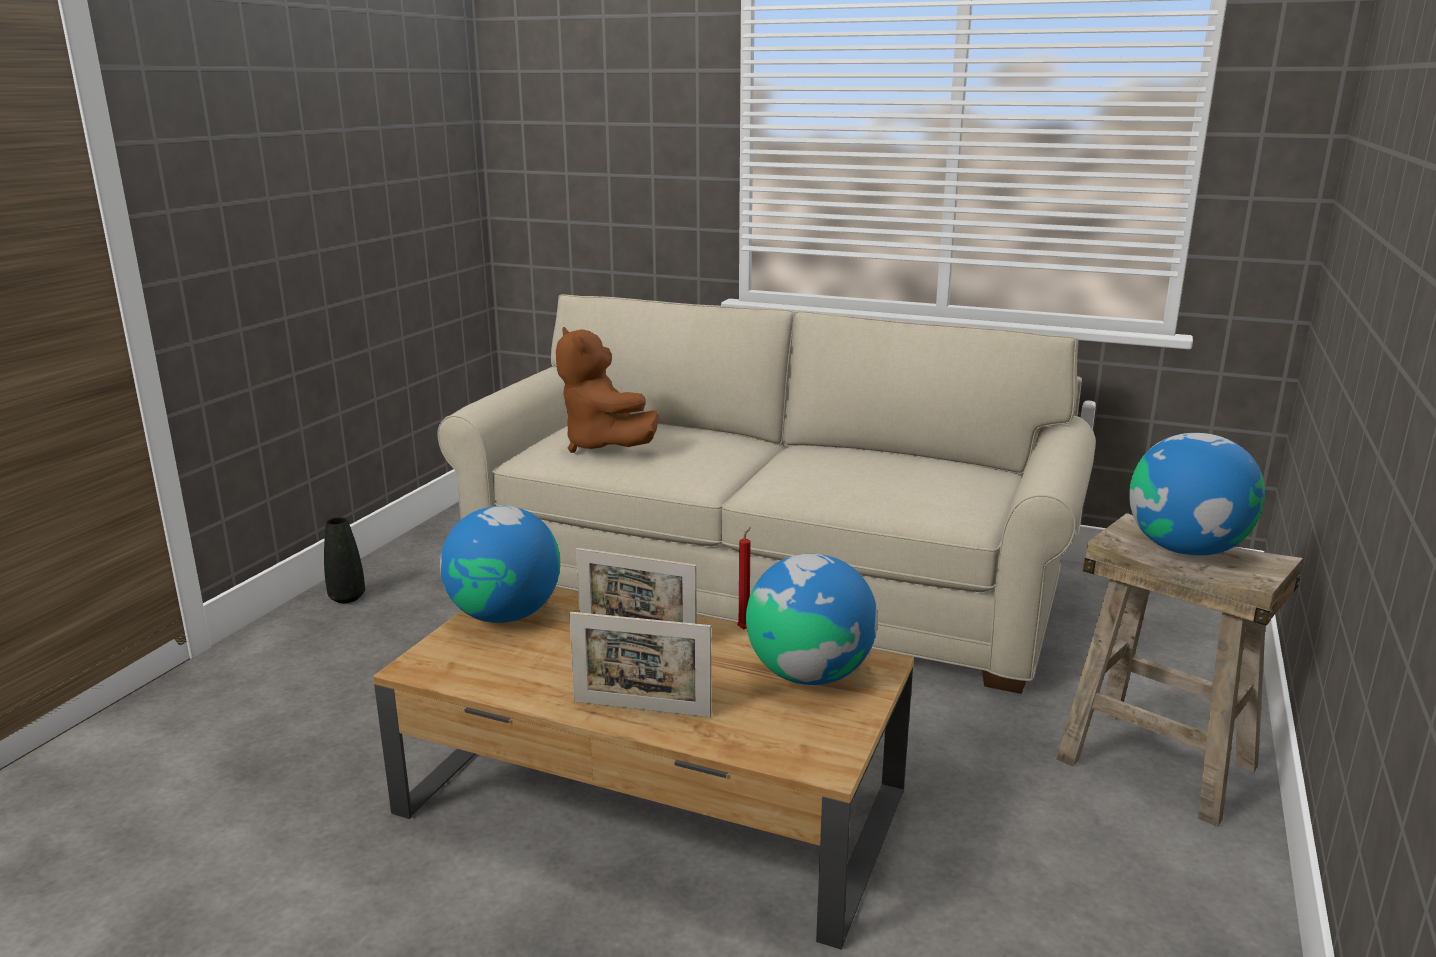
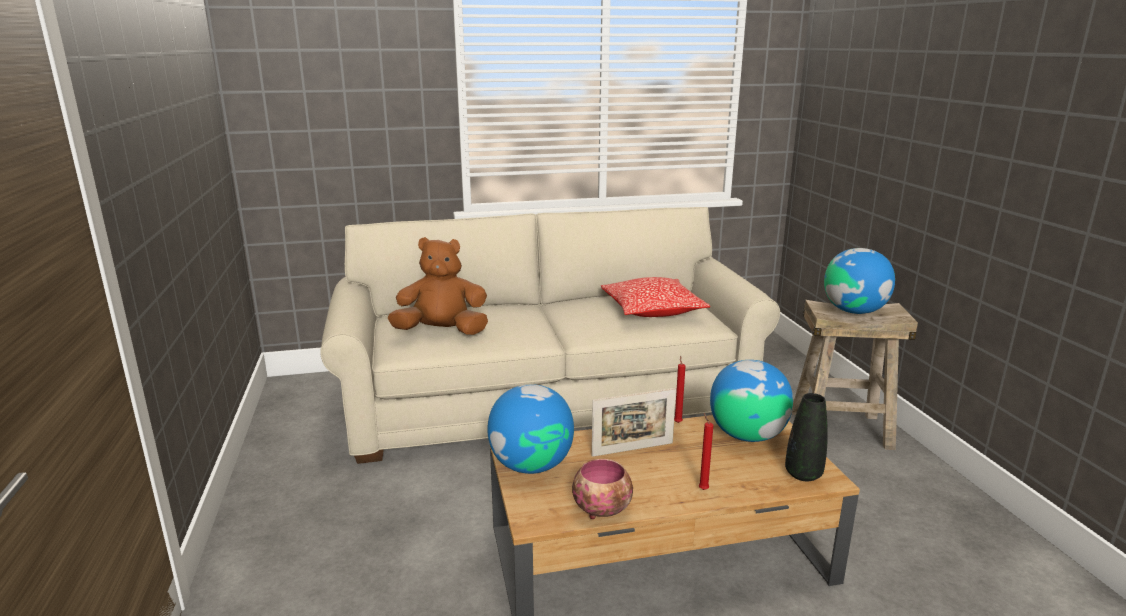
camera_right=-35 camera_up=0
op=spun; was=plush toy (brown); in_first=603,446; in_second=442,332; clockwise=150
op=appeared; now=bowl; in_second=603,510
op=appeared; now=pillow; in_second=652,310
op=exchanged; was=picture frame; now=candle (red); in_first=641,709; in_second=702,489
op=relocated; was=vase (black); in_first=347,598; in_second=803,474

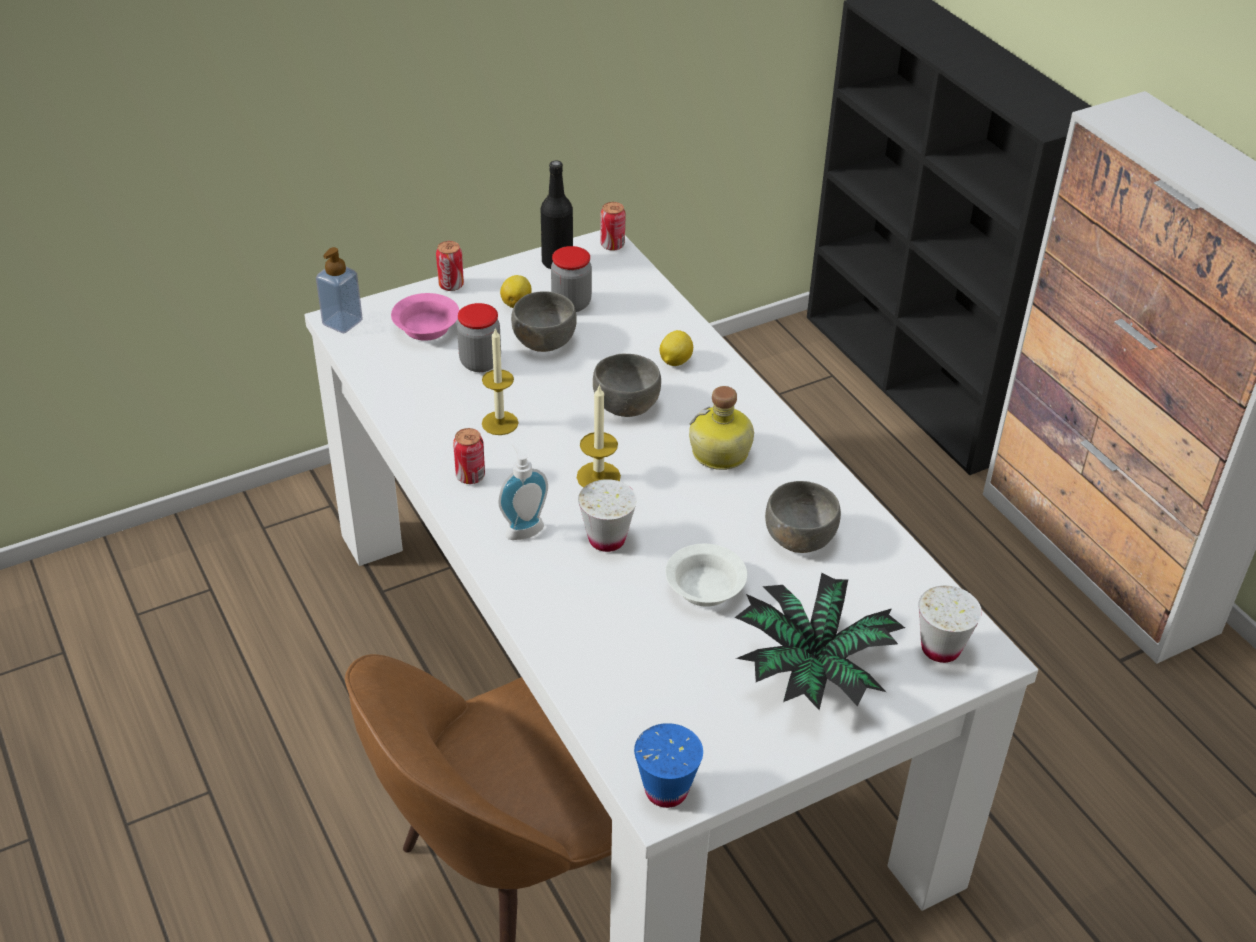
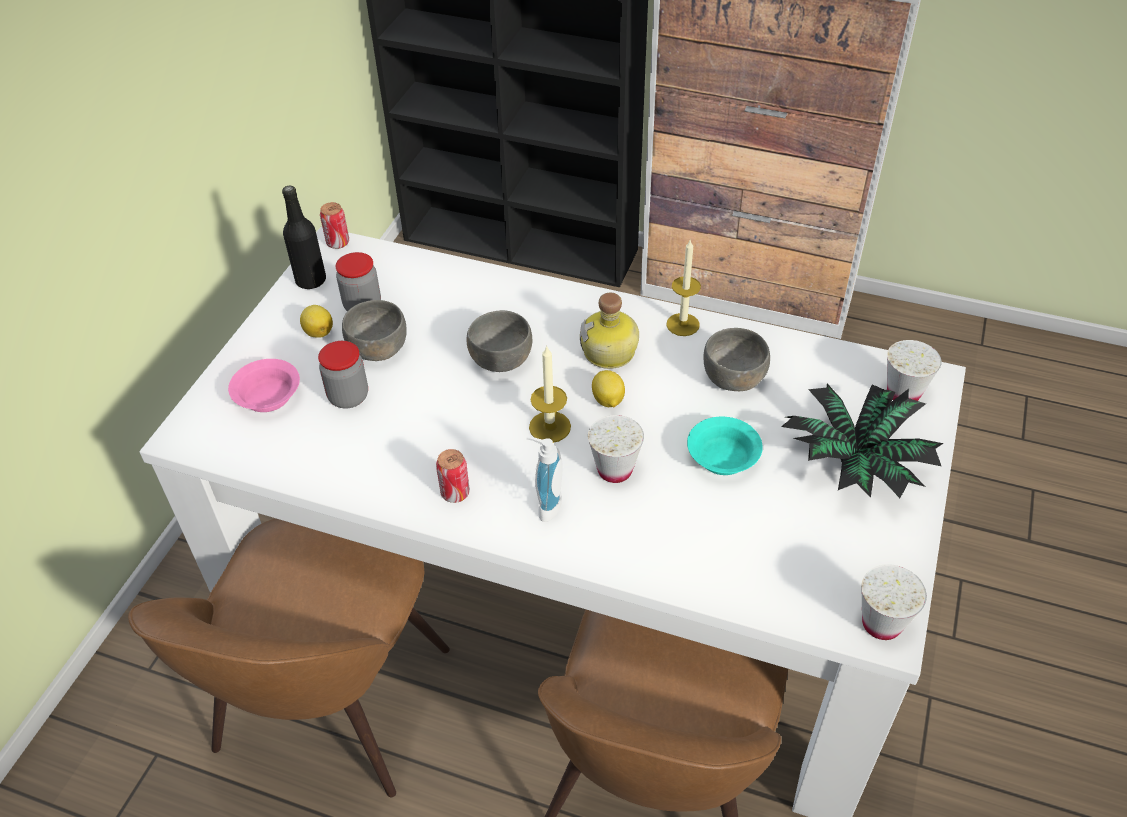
camera_right=-40 camera_up=5
op=appeared; now=chair (brown); in_second=329,708
op=relocated; was=lemon; in_first=674,361; in_second=608,401
op=relocated; was=candle; in_first=500,423; in_second=683,324
op=colour; was=bowl (white); now=bowl (turquoise); in_first=705,587; in_second=722,456
op=colour; was=cup (blue); now=cup (white); in_first=666,790; in_second=881,623
op=missing; was=soap dispenser; in_first=342,322
op=missing; was=can; in_first=451,285

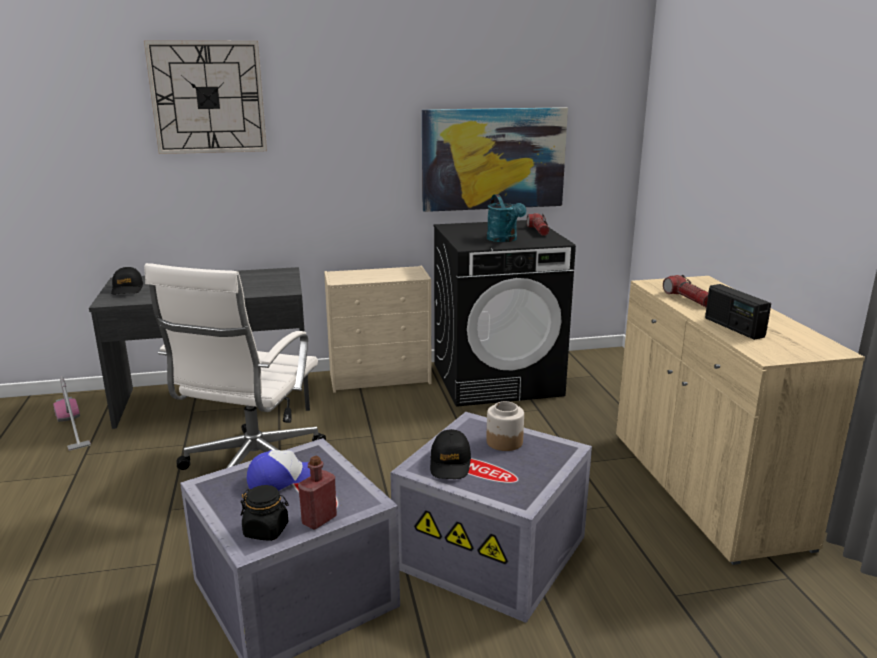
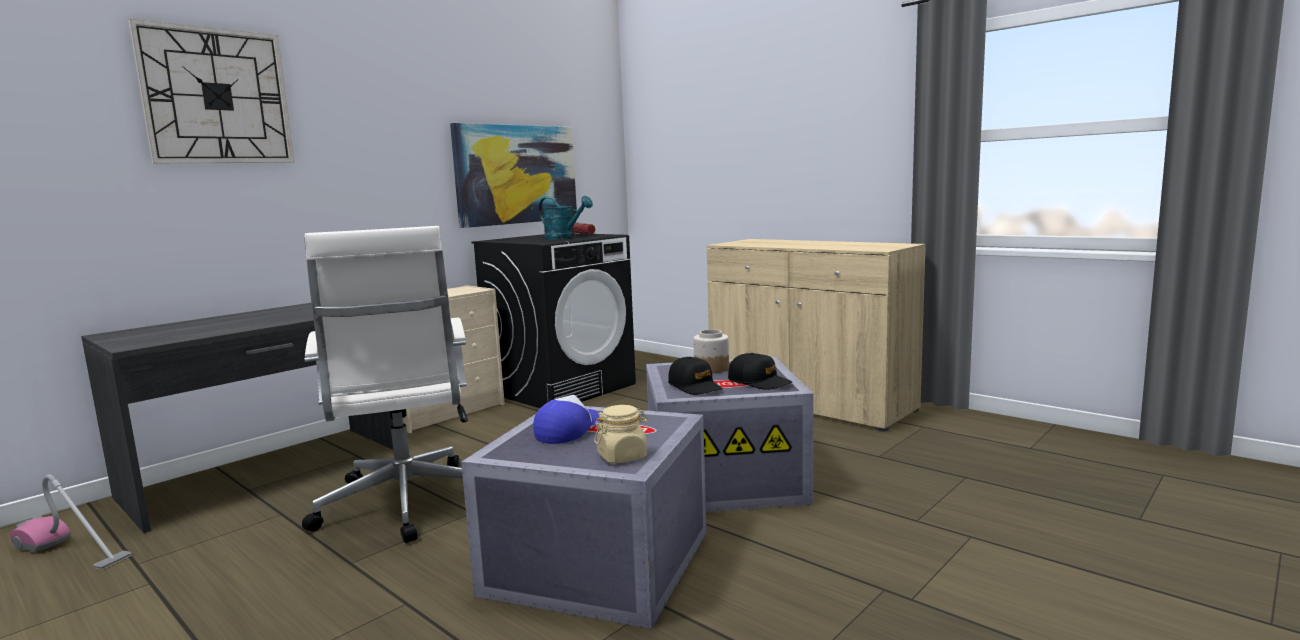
camera_right=-35 camera_up=-10
op=colour; was=jar (black); now=jar (beige); in_first=266,530; in_second=622,456
op=relocated; was=cap (black); in_first=127,289; in_second=759,382
op=missing; was=bottle (red); in_first=319,520
op=missing; was=flashlight; in_first=687,299
op=missing; was=radio; in_first=733,327

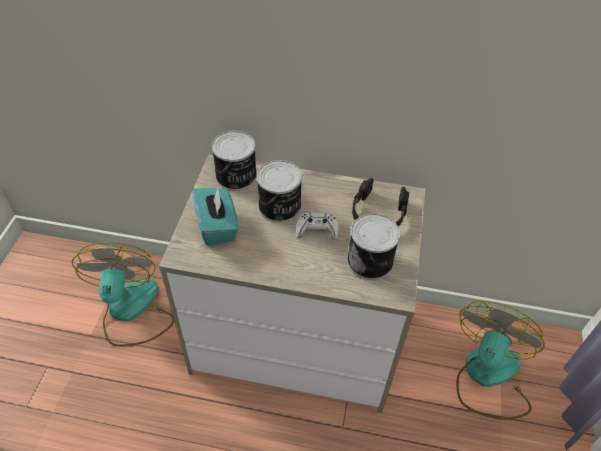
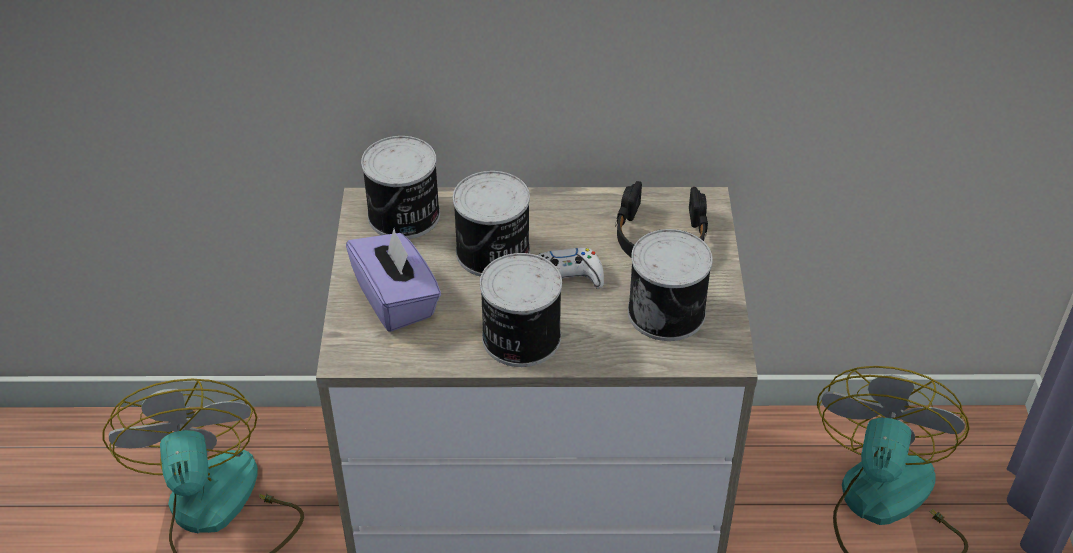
camera_right=-10 camera_up=-5
op=colour; was=tissue box (turquoise); now=tissue box (purple); in_first=217,226; in_second=396,300
op=appeared; now=can; in_second=519,338

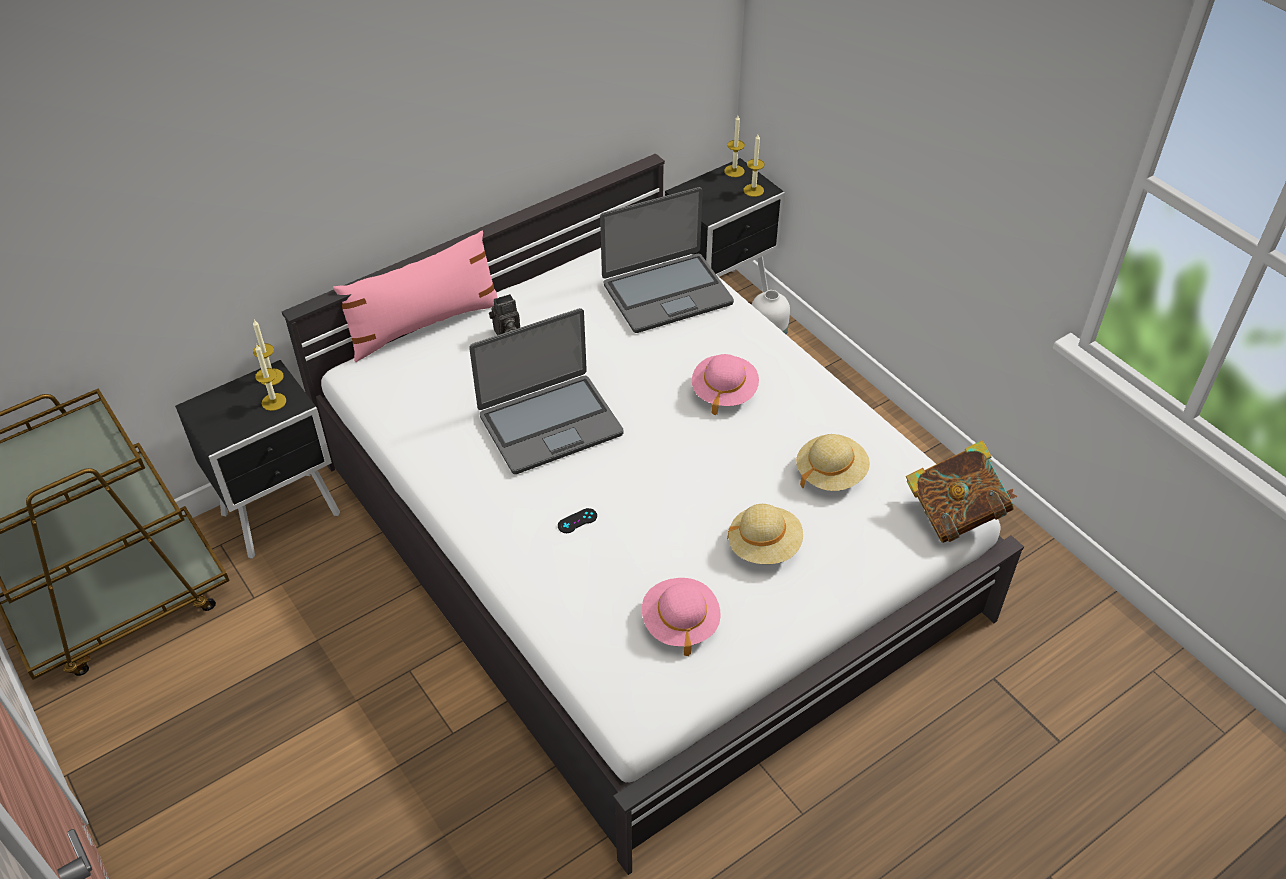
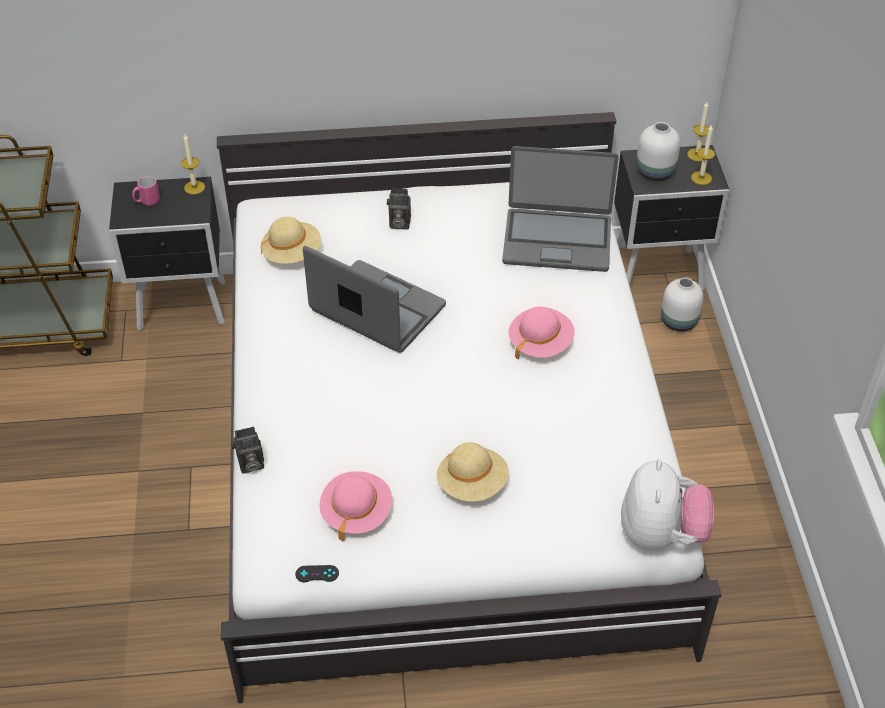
camera_right=30 camera_up=0
op=appeared; now=mug (pink); in_second=147,201
op=appeared; now=photo camera; in_second=249,464
op=relocated; was=hat (beige); in_first=830,474; in_second=292,253
op=relocated; was=game controller (black); in_first=577,521; in_second=317,574
op=spun; was=laptop; in_first=549,424; in_second=377,310; clockwise=-150
op=exchanged; was=book; now=plush toy; in_first=954,514; in_second=661,534
op=appeared; now=vase (white); in_second=654,172
op=missing; was=candle; in_first=274,402
op=missing; was=pillow (pink); in_first=424,324

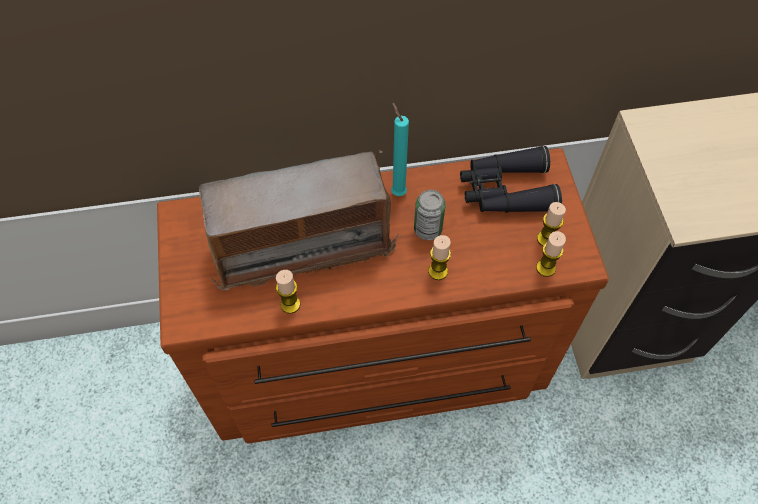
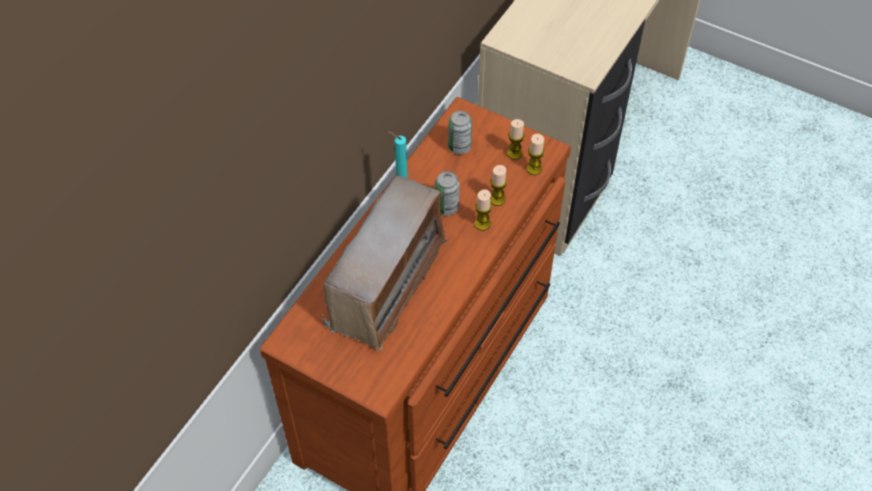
camera_right=-50 camera_up=-5
op=exchanged; was=binoculars (black); now=can; in_first=505,190; in_second=459,147
op=relocated; was=candle; in_first=290,304; in_second=497,199

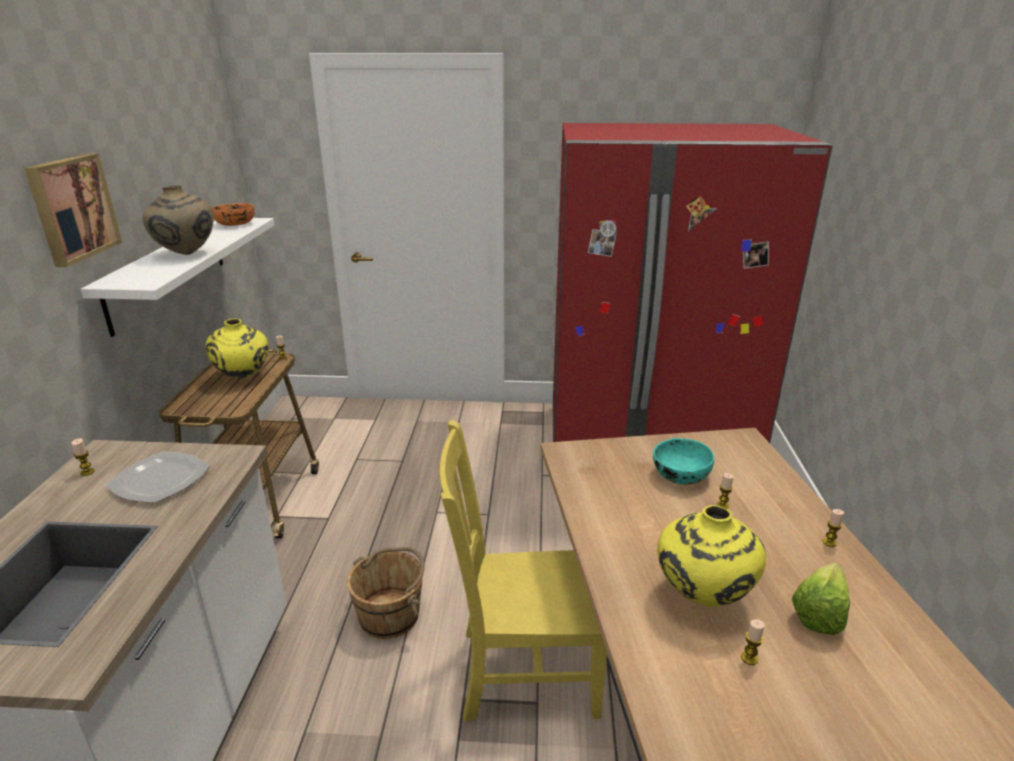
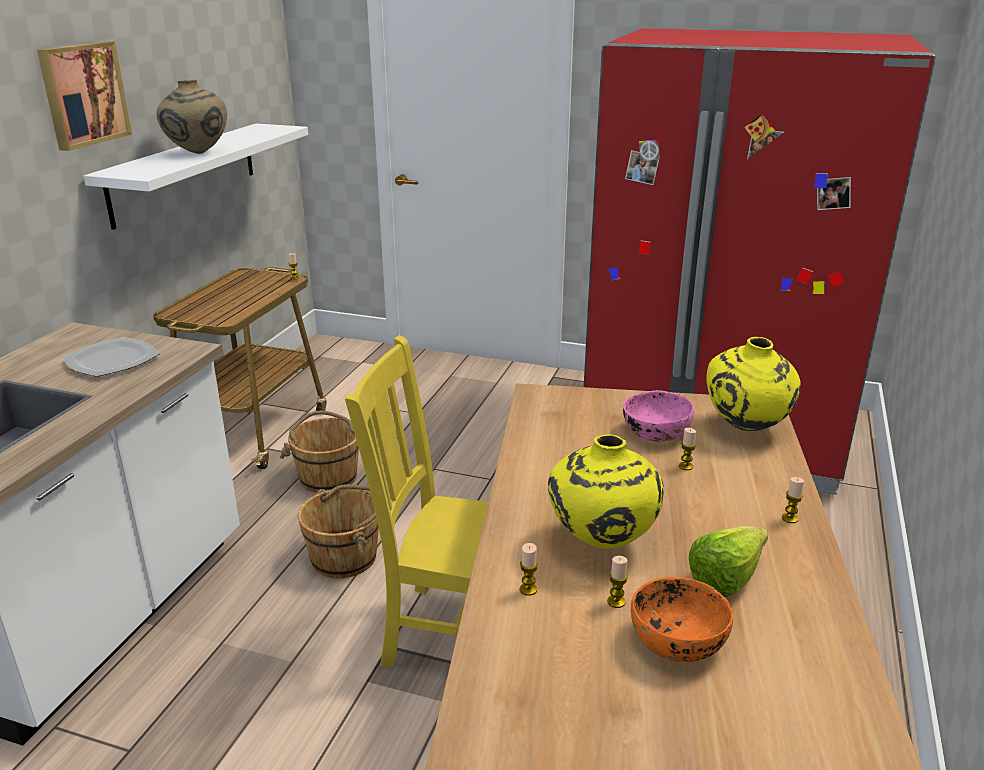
camera_right=15 camera_up=0
op=appeared; now=bucket (brown); in_second=328,477
op=relocated; was=candle; in_first=87,472; in_second=528,589
op=colour; was=bowl (turquoise); now=bowl (pink); in_first=680,475; in_second=655,432
op=relocated; was=bowl (orange); in_first=235,224; in_second=678,640
op=relocated; was=vase (yellow); in_first=244,377; in_second=746,428

